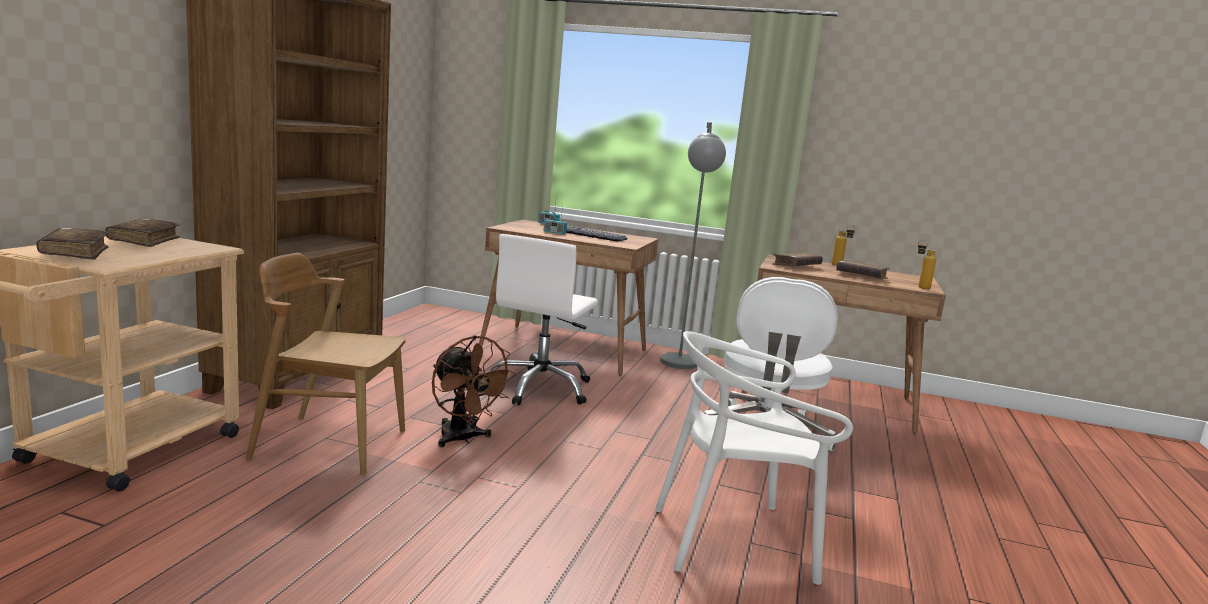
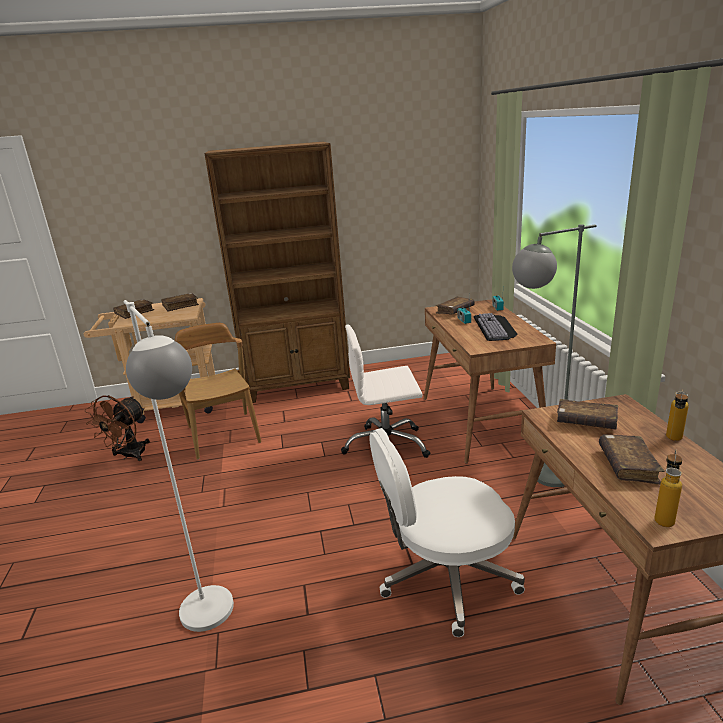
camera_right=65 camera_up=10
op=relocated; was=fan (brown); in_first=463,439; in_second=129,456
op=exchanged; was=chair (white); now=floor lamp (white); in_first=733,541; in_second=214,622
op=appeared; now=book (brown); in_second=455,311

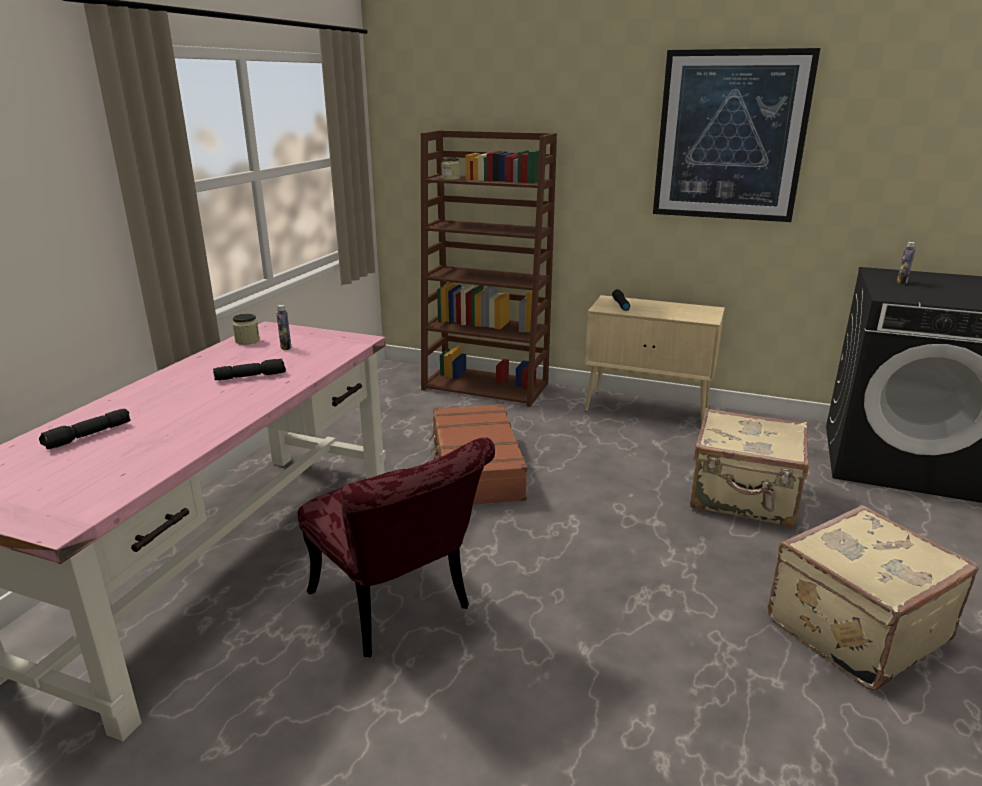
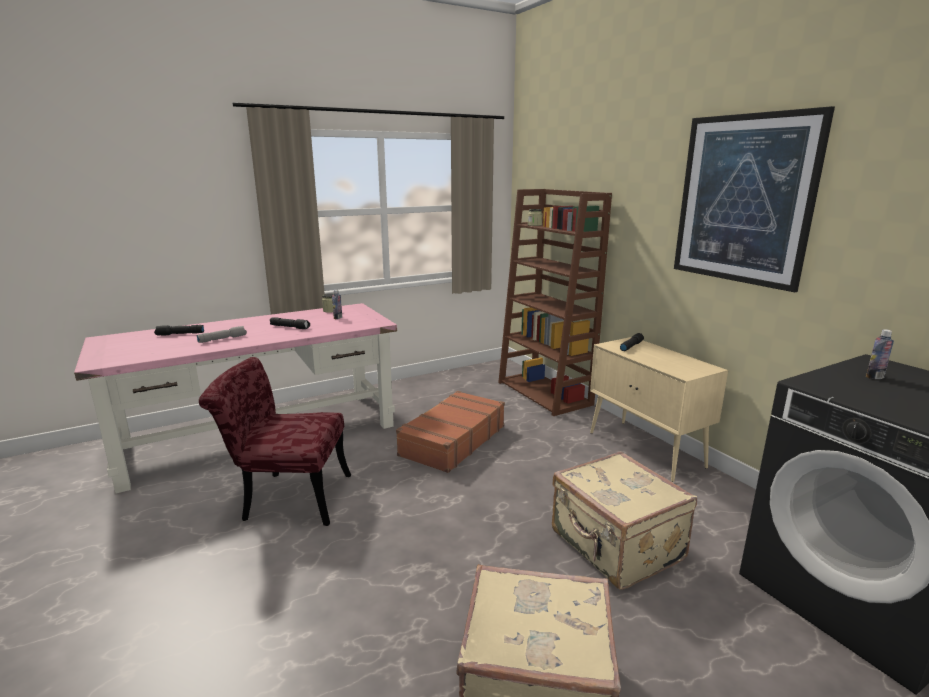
camera_right=40 camera_up=-5
op=appeared; now=flashlight (grey); in_second=222,339
op=spun; was=chair (red); in_first=398,608; in_second=287,497; clockwise=90

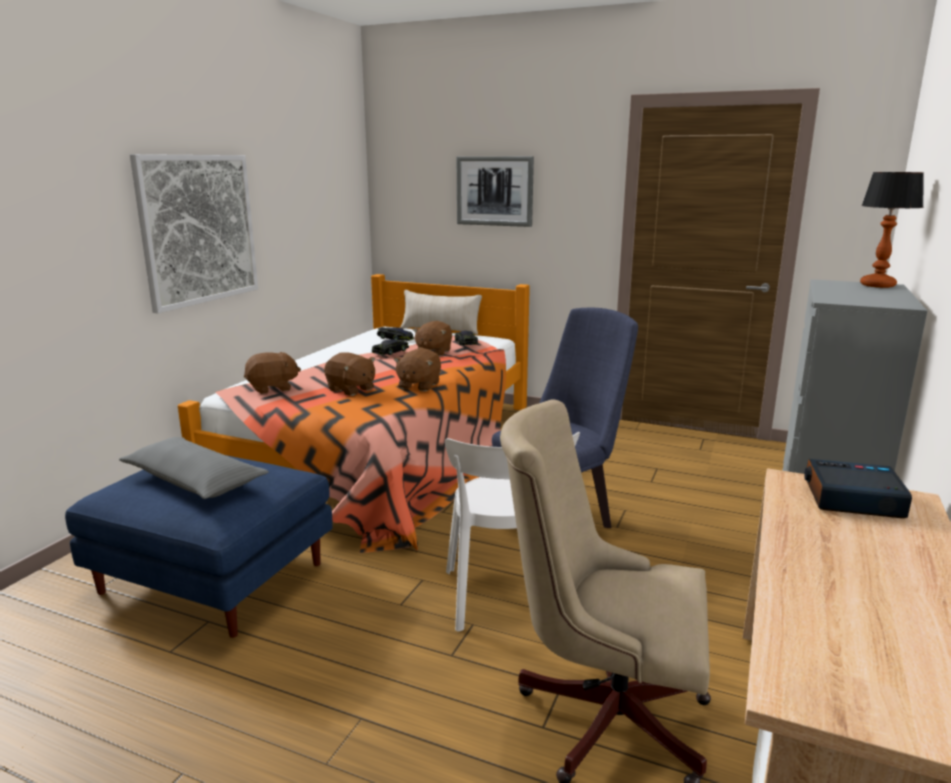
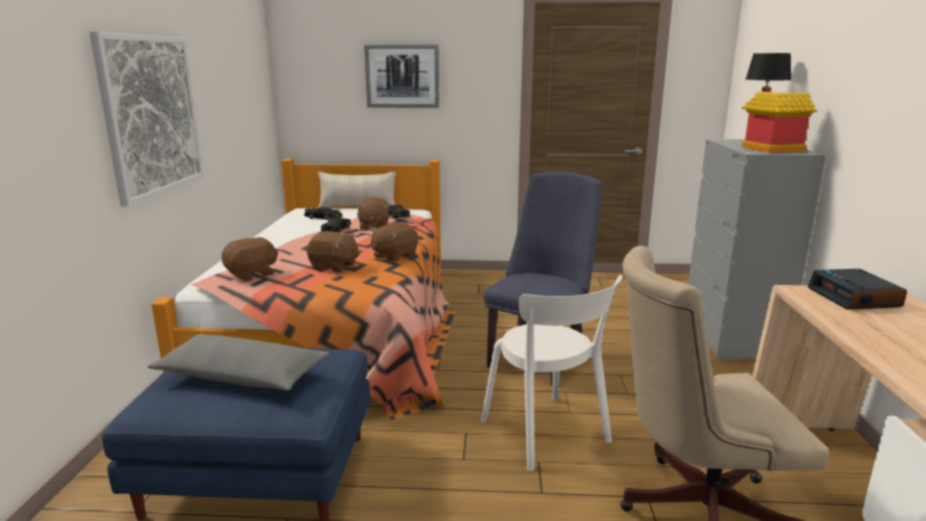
camera_right=-20 camera_up=0
op=spun; was=plush toy (brown); in_first=418,385; in_second=394,256; clockwise=45
op=appeared; now=toy house; in_second=769,150
op=spun; was=alarm clock; in_first=851,498; in_second=854,298; clockwise=-90

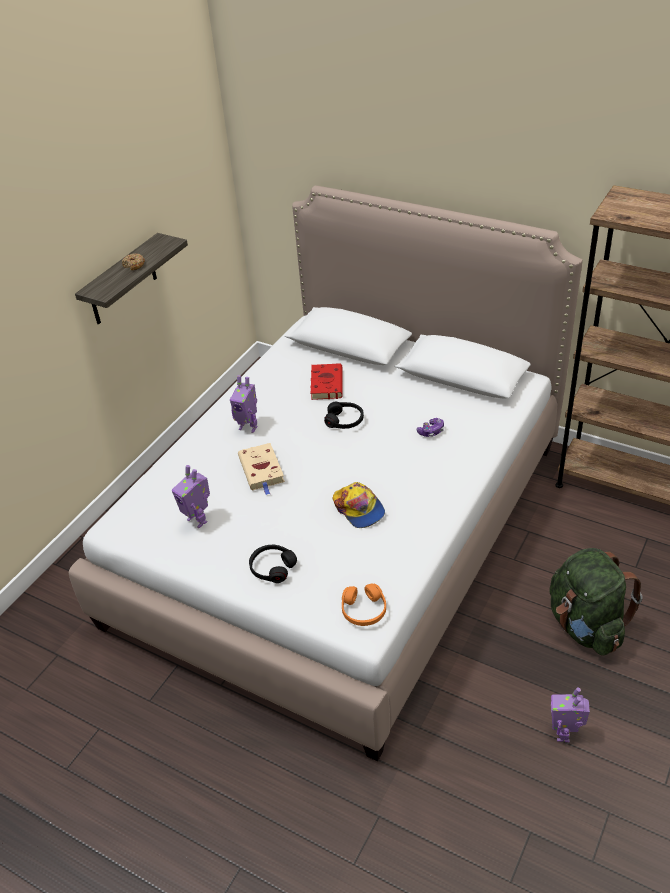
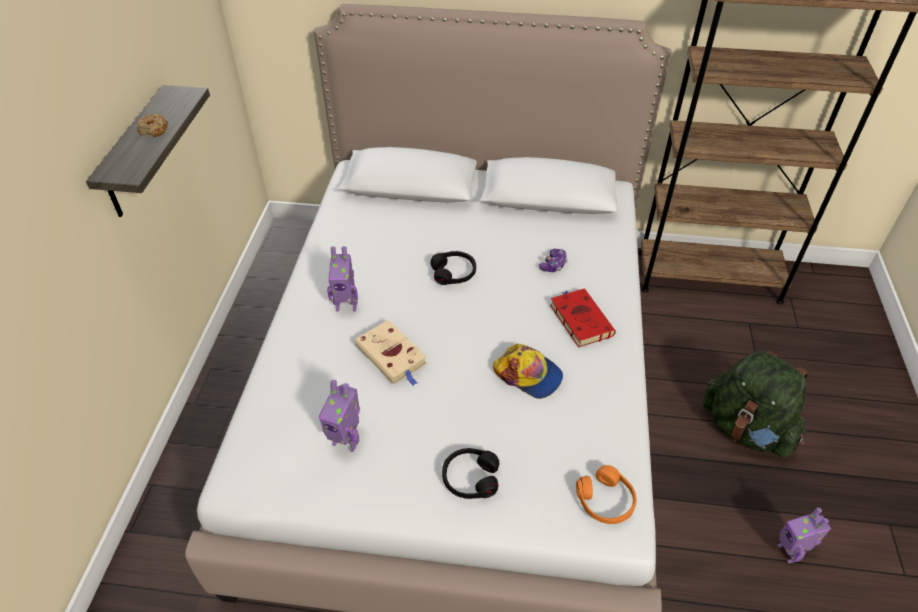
camera_right=-25 camera_up=5
op=relocated; was=book (red); in_first=326,383; in_second=579,319

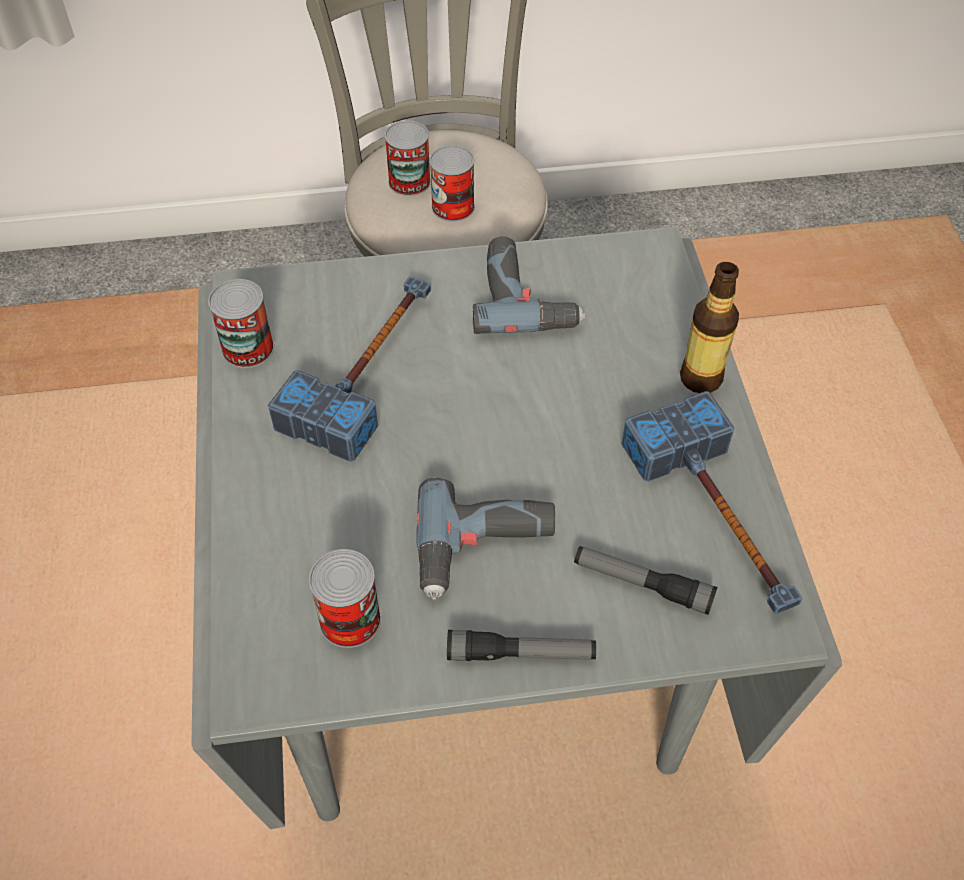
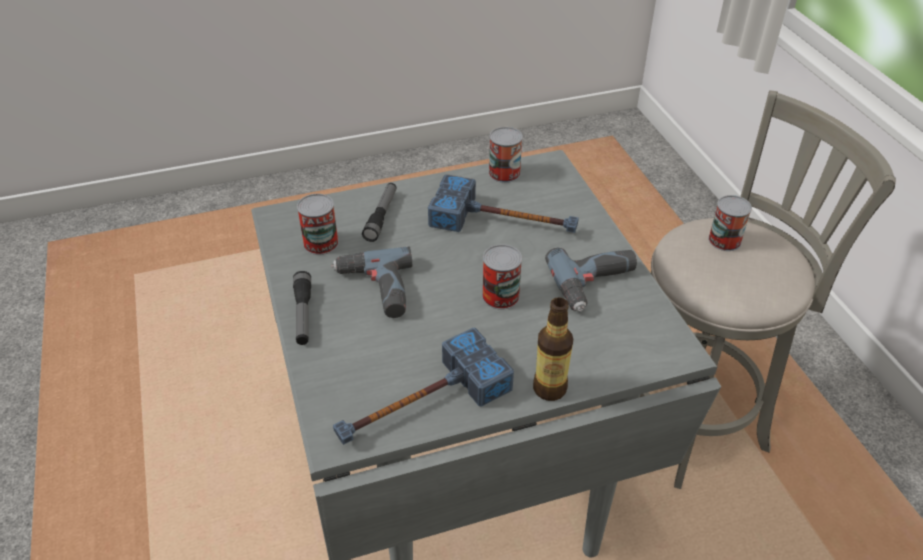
camera_right=80 camera_up=-10
op=relocated; was=flashlight; in_first=642,584; in_second=381,216
op=relocated; was=can; in_first=453,207; in_second=500,296

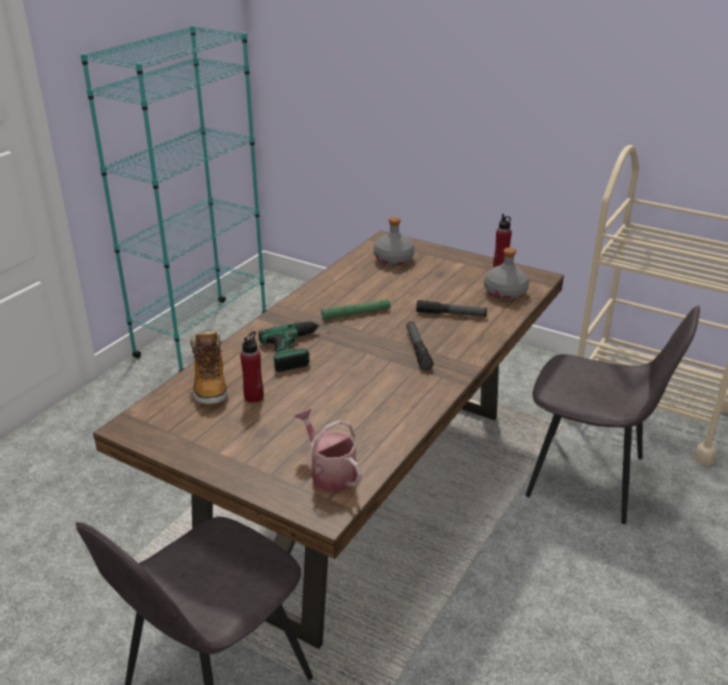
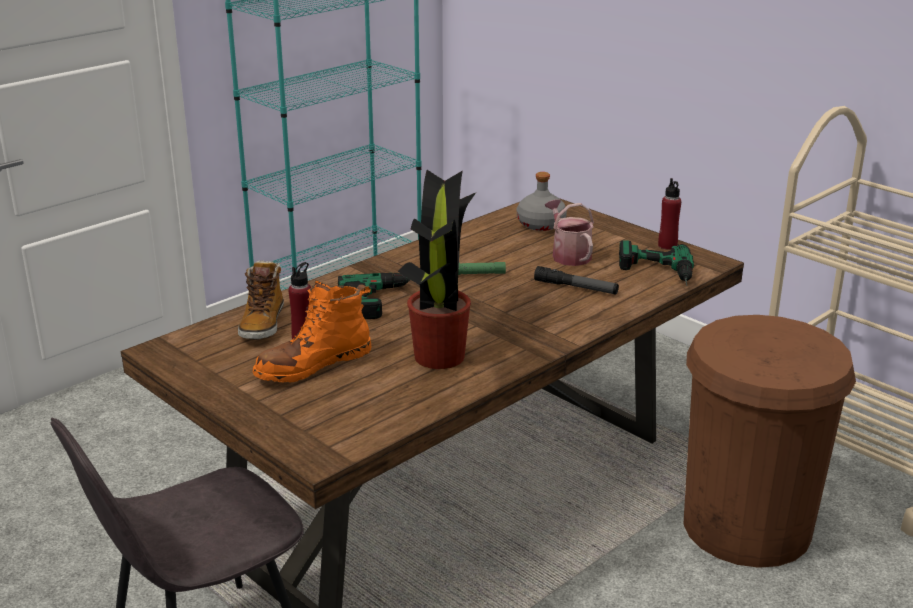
camera_right=15 camera_up=-5
op=appeared; now=boot (orange); in_second=313,365
op=appeared; now=potted plant; in_second=440,355
op=relocated; was=watering can; in_first=329,472; in_second=568,255
op=exchanged; was=bottle (grey); now=power drill; in_first=505,293; in_second=656,273
op=exchanged; was=chair (grey); now=trash can (brown); in_first=589,478; in_second=746,526
op=missing; was=flashlight; in_first=418,349

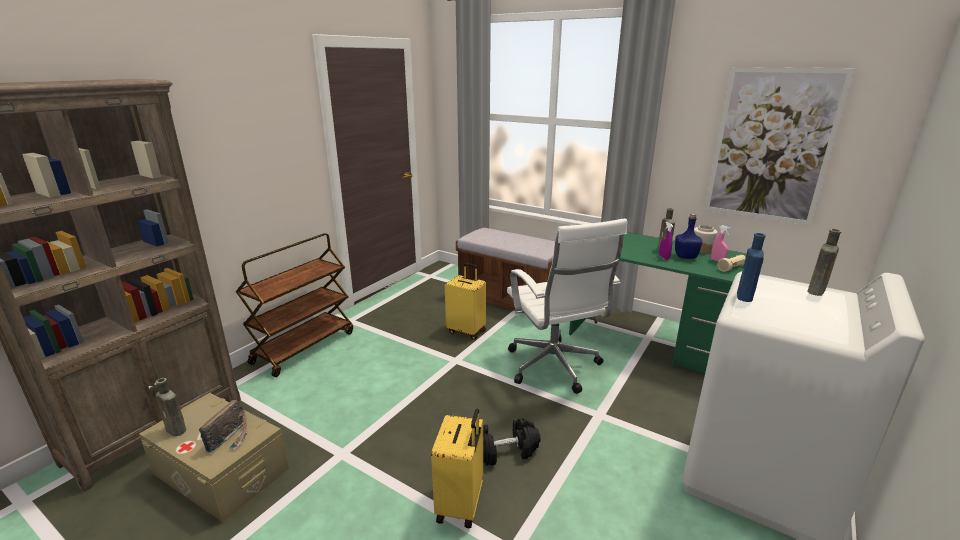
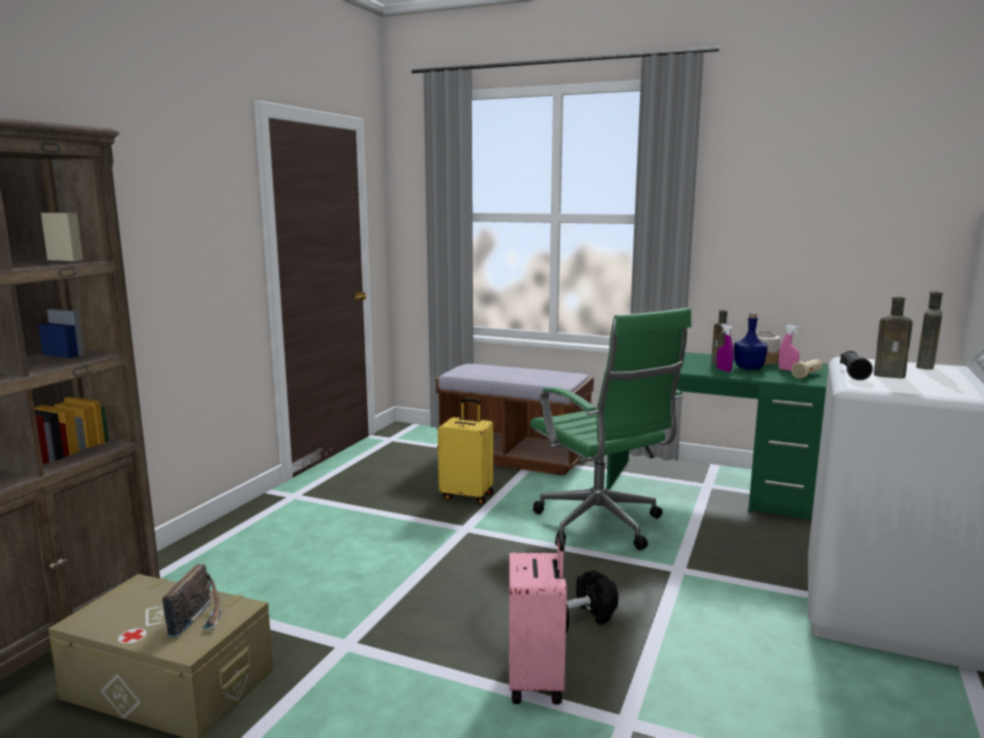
camera_right=-10 camera_up=-10
op=colour; was=suitcase (yellow); now=suitcase (pink); in_first=461,504; in_second=537,681
op=colour; was=office chair (white); now=office chair (green); in_first=554,368; in_second=602,526
op=exchanged; was=bottle (blue); now=flashlight (black); in_first=744,297; in_second=853,374
op=relocated; was=bottle (brown); in_first=177,430; in_second=891,376
op=missing; was=cart (brown); in_first=304,347
op=missing; was=picture; in_first=771,146

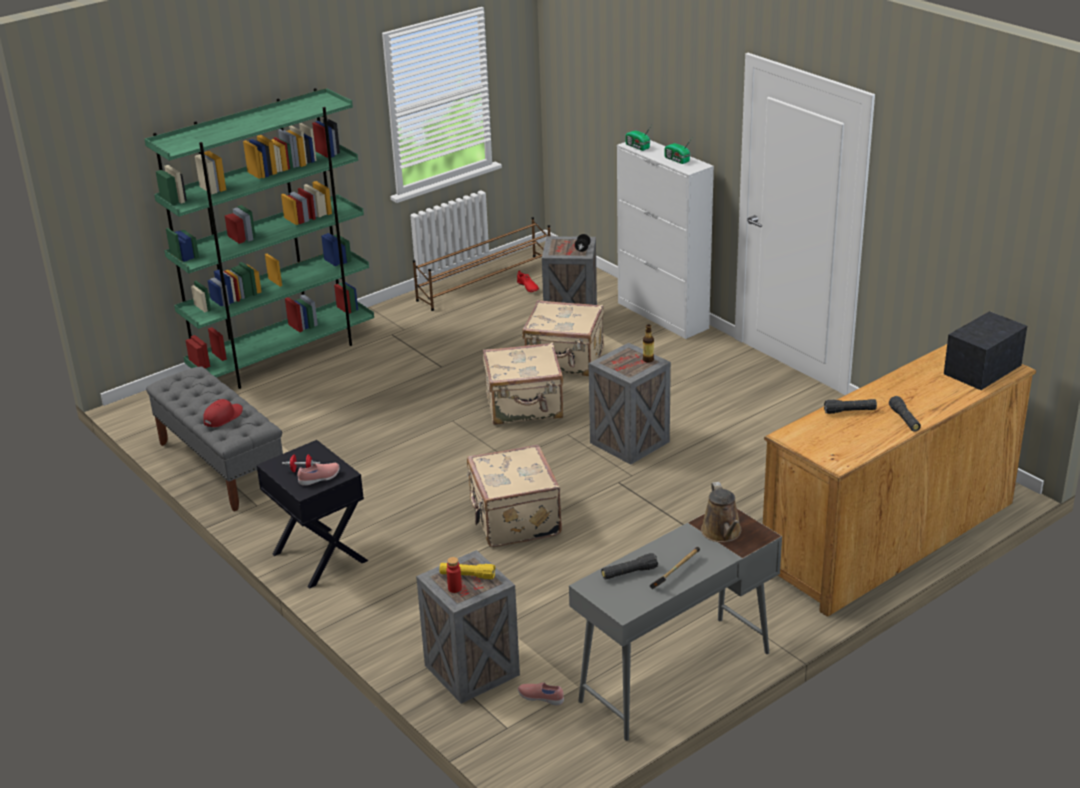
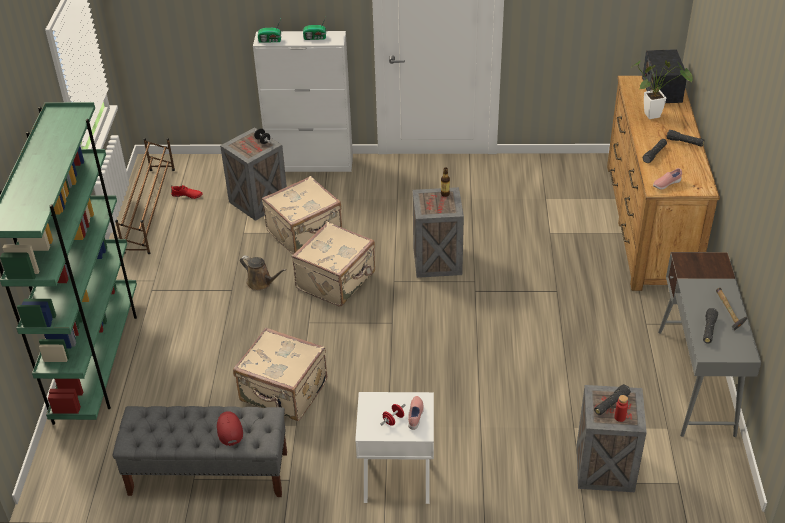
camera_right=-50 camera_up=10
op=relocated; was=suitcase (beige); in_first=513,520; in_second=283,392
op=relocated; was=watering can (brown); in_first=722,533; in_second=261,283
op=colour; was=nightstand (black); now=nightstand (white); in_first=318,558; in_second=397,479
op=colour; was=flashlight (yellow); now=flashlight (black); in_first=467,576; in_second=611,404
op=appeared; now=potted plant; in_second=655,115
op=relocated; was=shoe (pink); in_first=541,698; in_second=666,184

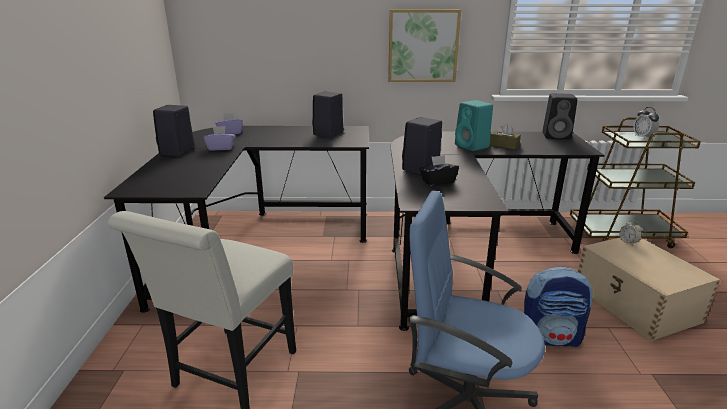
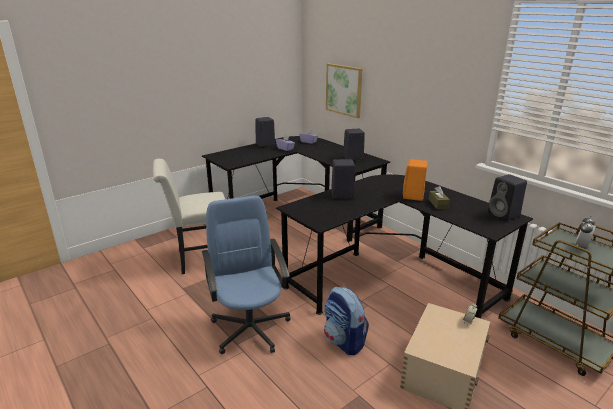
camera_right=50 camera_up=0
op=relocated; was=picture; in_first=423,46; in_second=344,90
op=colour; was=speaker (turquoise); now=speaker (orange); in_first=472,146; in_second=413,196
op=missing; was=tissue box (black); in_first=438,181

